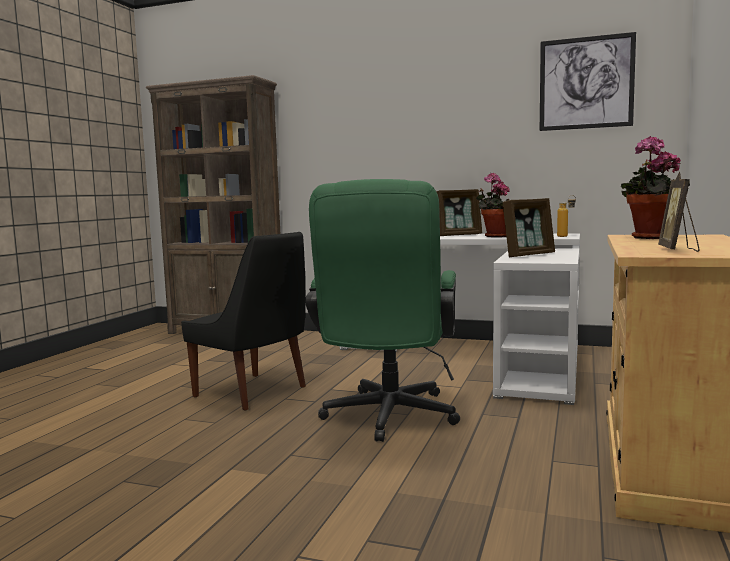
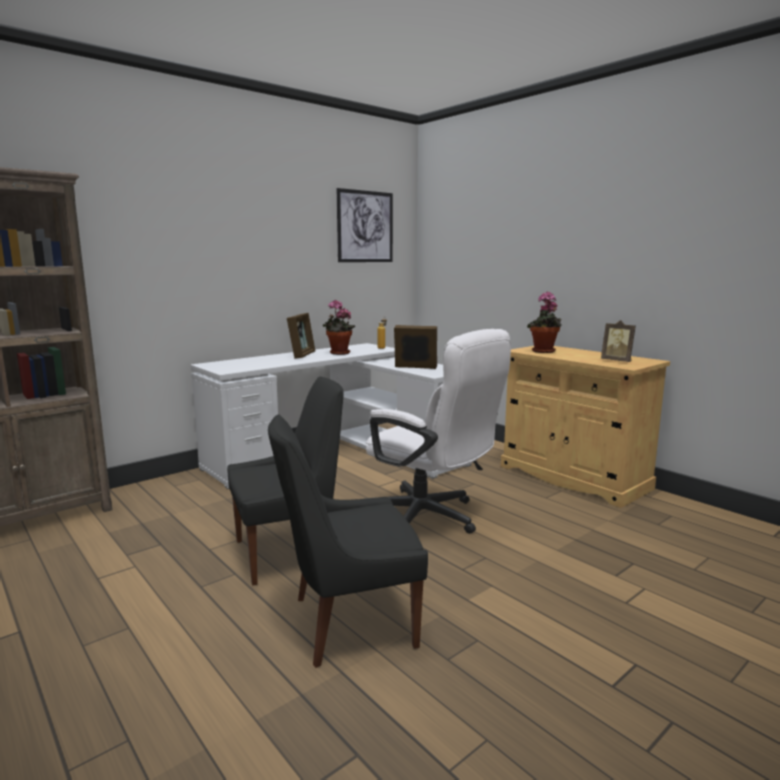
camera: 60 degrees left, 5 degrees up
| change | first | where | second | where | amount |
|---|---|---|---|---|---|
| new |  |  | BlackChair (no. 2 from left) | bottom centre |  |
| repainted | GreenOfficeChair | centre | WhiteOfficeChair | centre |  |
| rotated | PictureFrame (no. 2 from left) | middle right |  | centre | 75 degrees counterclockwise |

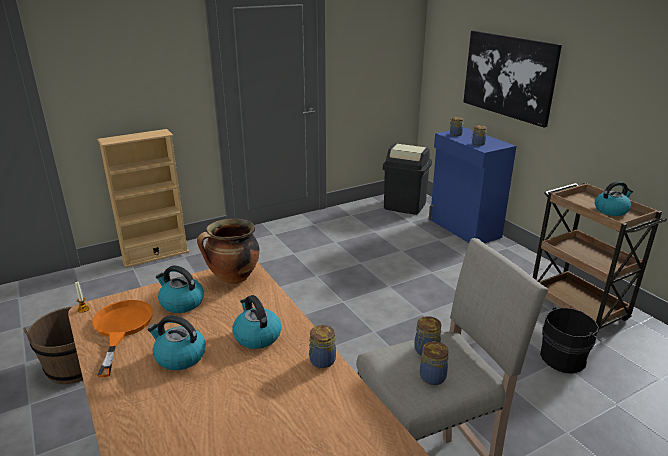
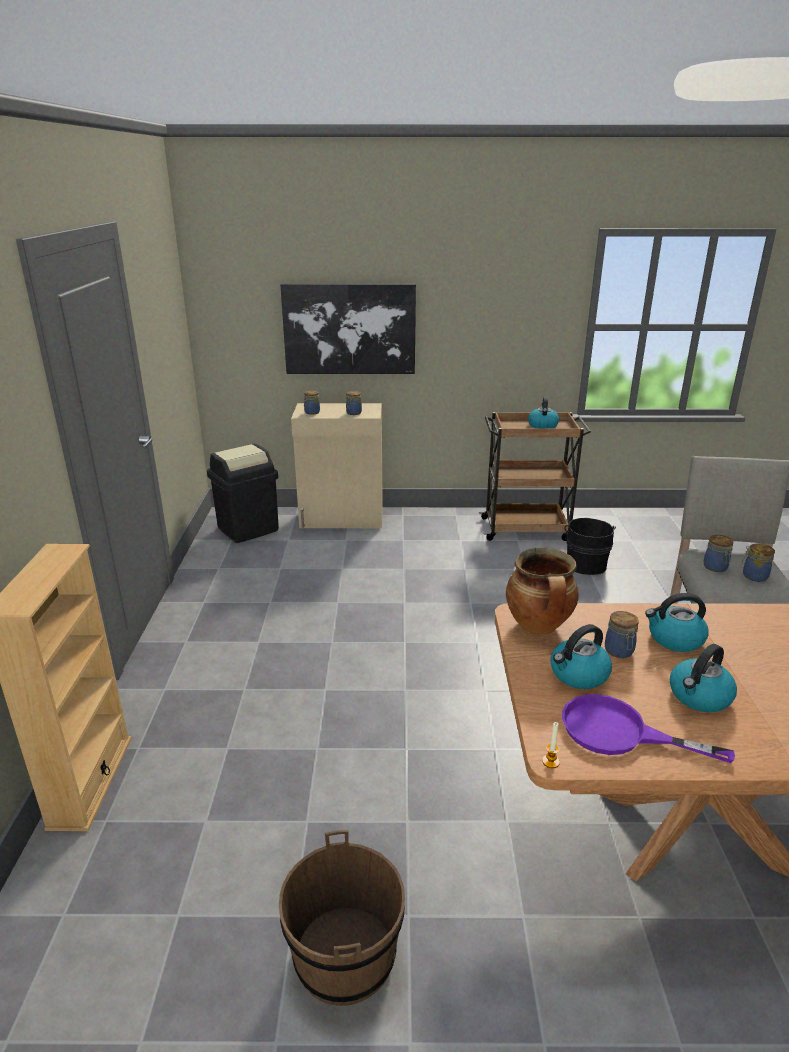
camera: 60 degrees left, 0 degrees up
| change | first | where | second | where | amount |
|---|---|---|---|---|---|
| repainted | BlueCabinet | middle right | BeigeCabinet | centre |  |
| repainted | OrangeFryingPan | bottom left | PurpleFryingPan | bottom right |  |
| shifted | Jar (no. 1 from left in the first image) | bottom centre | Jar (no. 3 from left) | middle right |  |

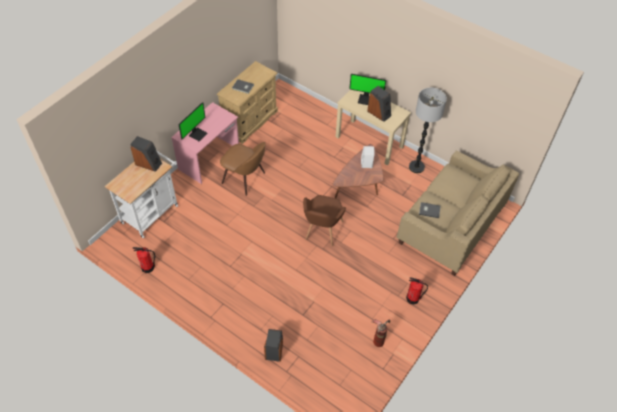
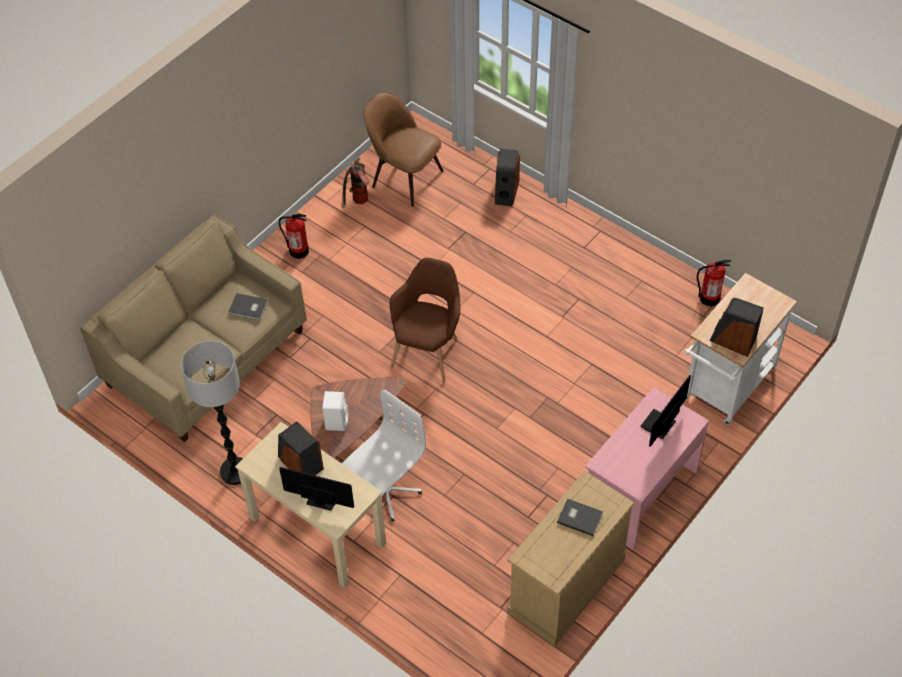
camera: 175 degrees left, 0 degrees up
| change | first | where | second | where | amount |
|---|---|---|---|---|---|
| new |  |  | WhiteOfficeChair | bottom centre |  |
| shifted | BrownChair | centre |  | top centre |  |

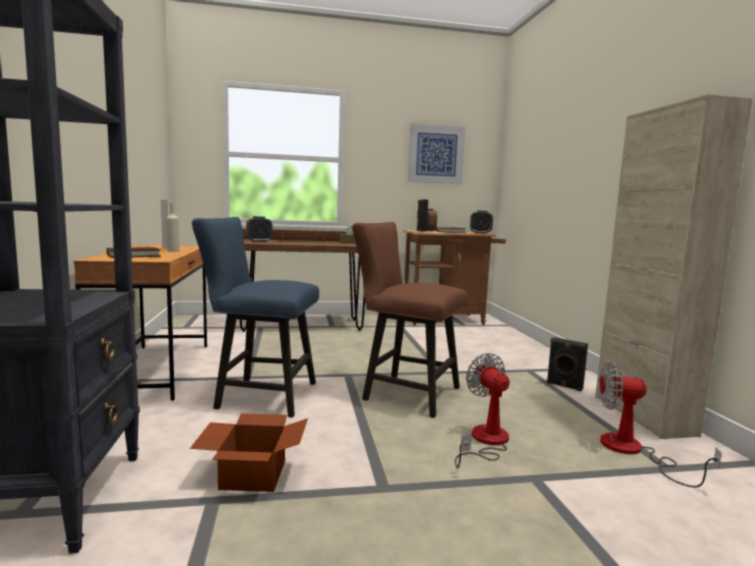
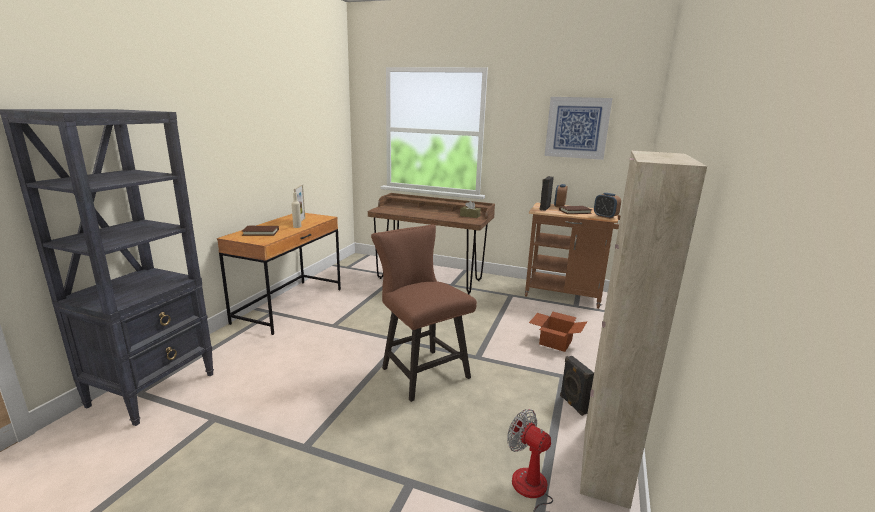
camera: 30 degrees right, 10 degrees up
| change | first | where | second | where | amount |
|---|---|---|---|---|---|
| shifted | CardboardBox | bottom left |  | centre |  |
| gone | BlueChair | centre |  |  |  |
| gone | AlarmClock (no. 1 from left) | centre |  |  |  |
| gone | Fan (no. 1 from left) | bottom centre |  |  |  |

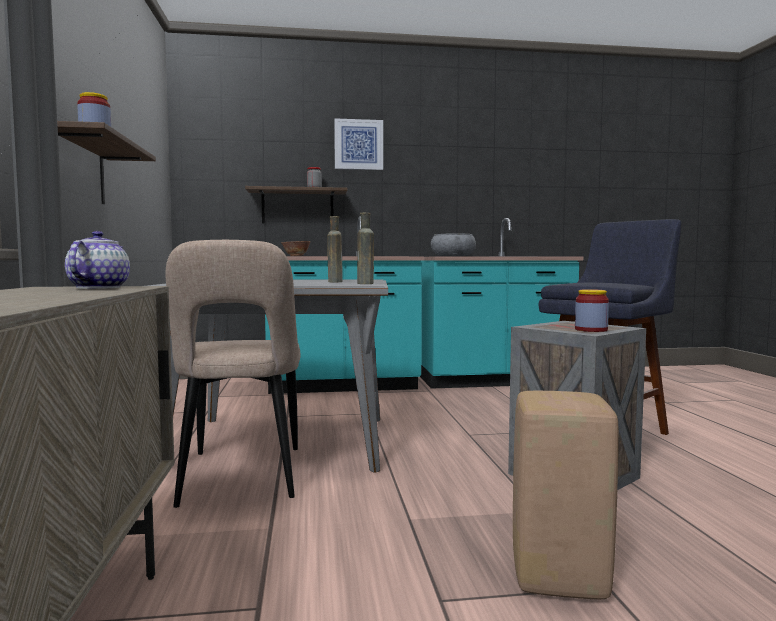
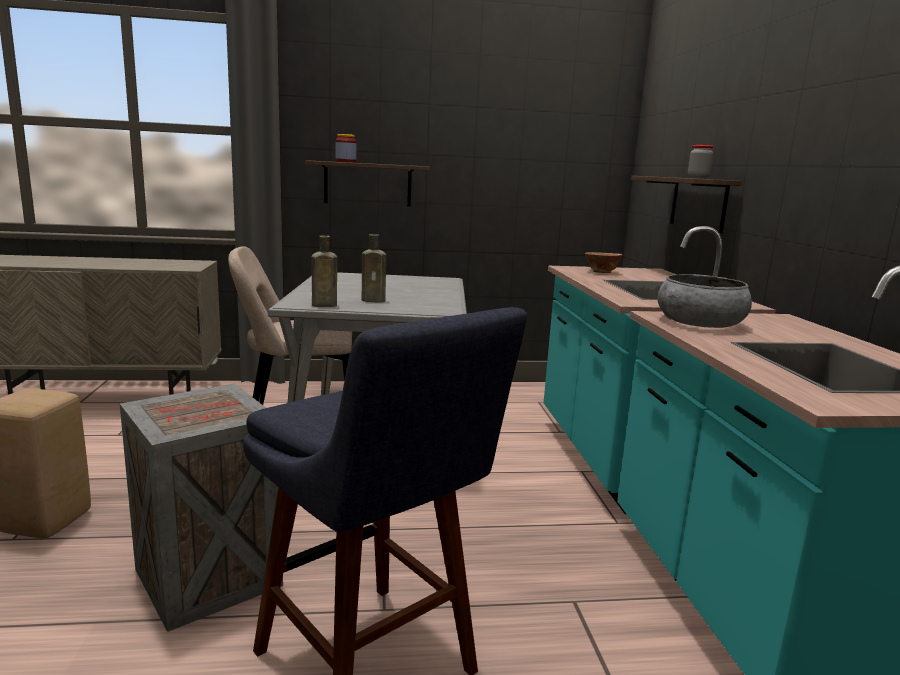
camera: 90 degrees right, 10 degrees up
| change | first | where | second | where | amount |
|---|---|---|---|---|---|
| gone | Teapot | middle left |  |  |  |
| gone | Picture | top centre |  |  |  |
| gone | Jar (no. 3 from left) | middle right |  |  |  |

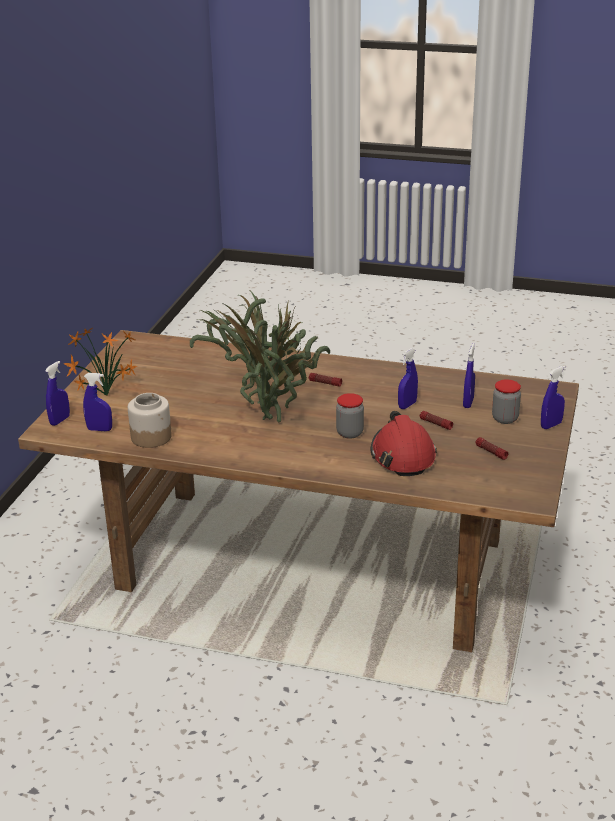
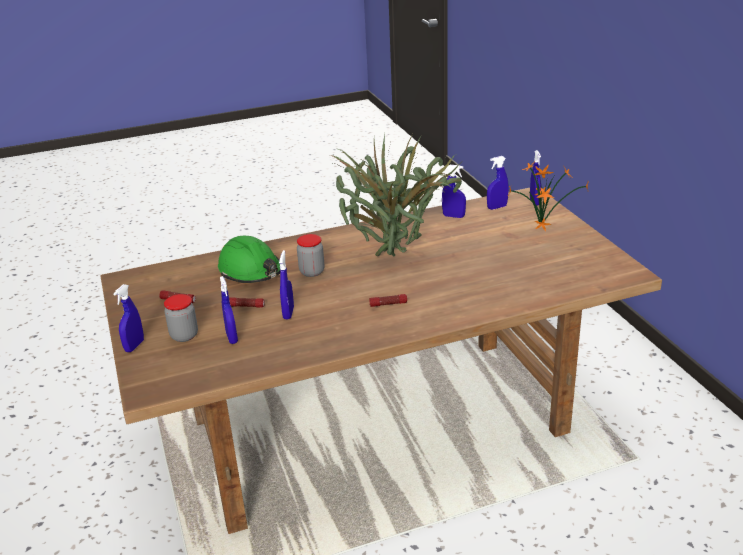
camera: 145 degrees right, 0 degrees up
| change | first | where | second | where | amount |
|---|---|---|---|---|---|
| repainted | RedHardHat | centre | GreenHardHat | centre |  |
| swapped | Jar (no. 1 from left) | middle left | BlueSprayBottle (no. 4 from left) | centre |  |

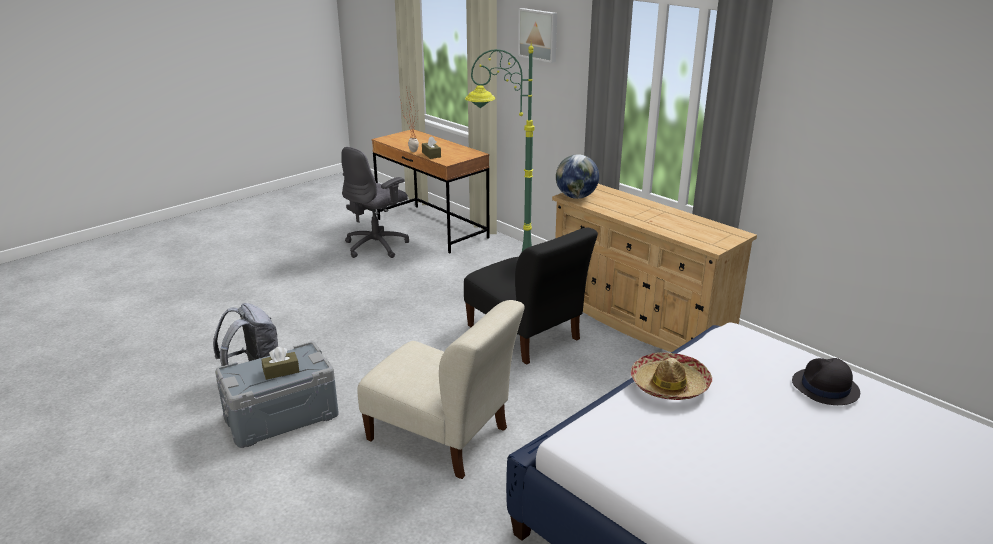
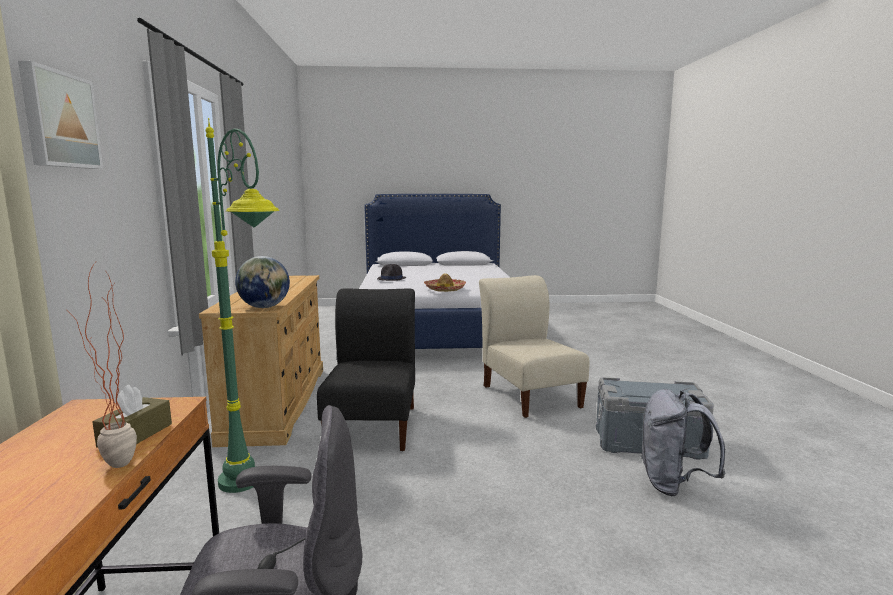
camera: 140 degrees left, 15 degrees down
| change | first | where | second | where | amount |
|---|---|---|---|---|---|
| gone | BrownTissueBox (no. 1 from left) | bottom left |  |  |  |

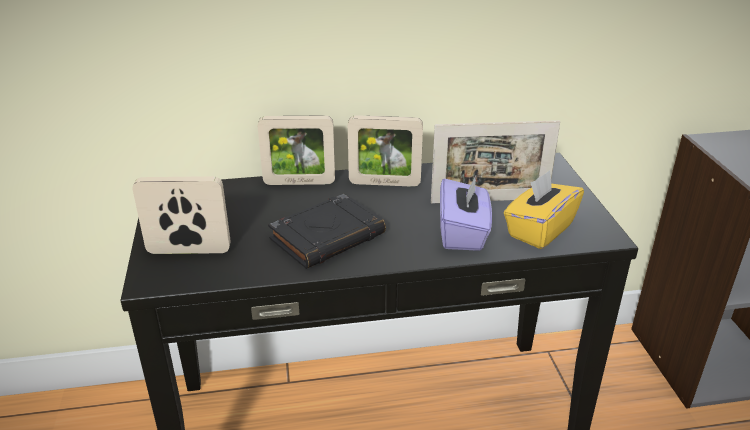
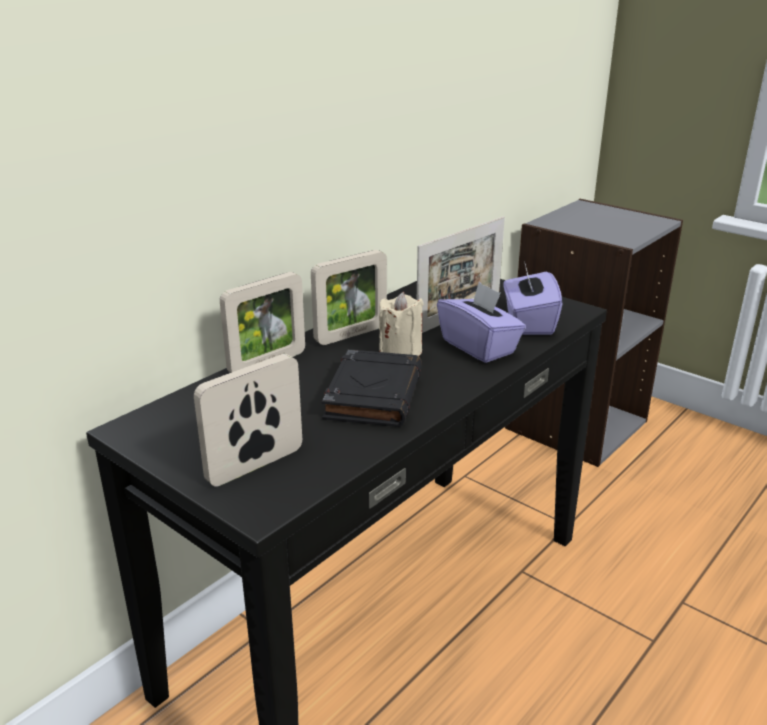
camera: 40 degrees left, 5 degrees down
| change | first | where | second | where | amount |
|---|---|---|---|---|---|
| new |  |  | BeigeCandle | centre |  |
| repainted | YellowTissueBox | middle right | PurpleTissueBox (no. 2 from left) | middle right |  |

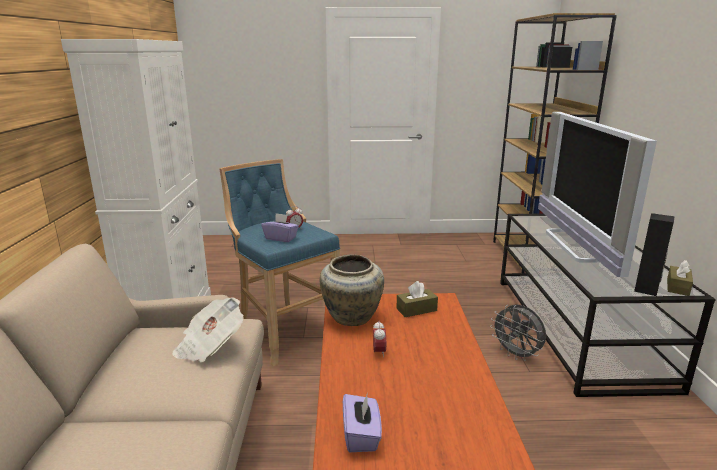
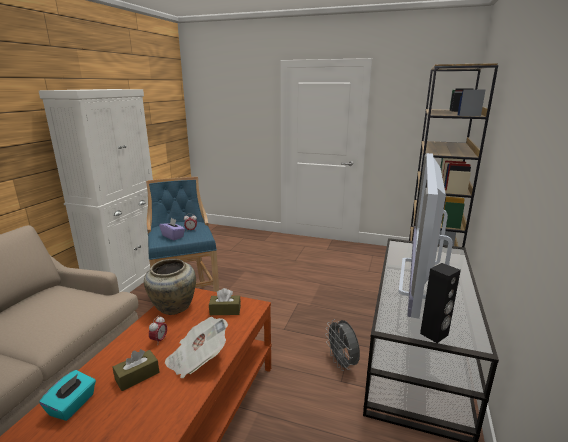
camera: 20 degrees right, 0 degrees up
| change | first | where | second | where | amount |
|---|---|---|---|---|---|
| repainted | PurpleTissueBox (no. 2 from left) | bottom centre | TurquoiseTissueBox | bottom left |  |
| shifted | BrownTissueBox (no. 2 from left in the first image) | middle right | BrownTissueBox (no. 1 from left) | bottom left |  |
| shifted | Newspaper | bottom left |  | bottom centre |  |

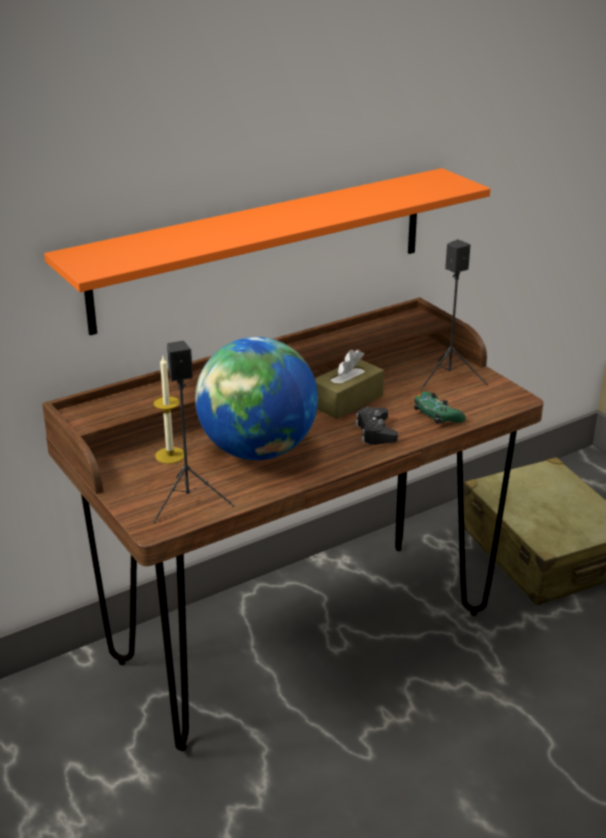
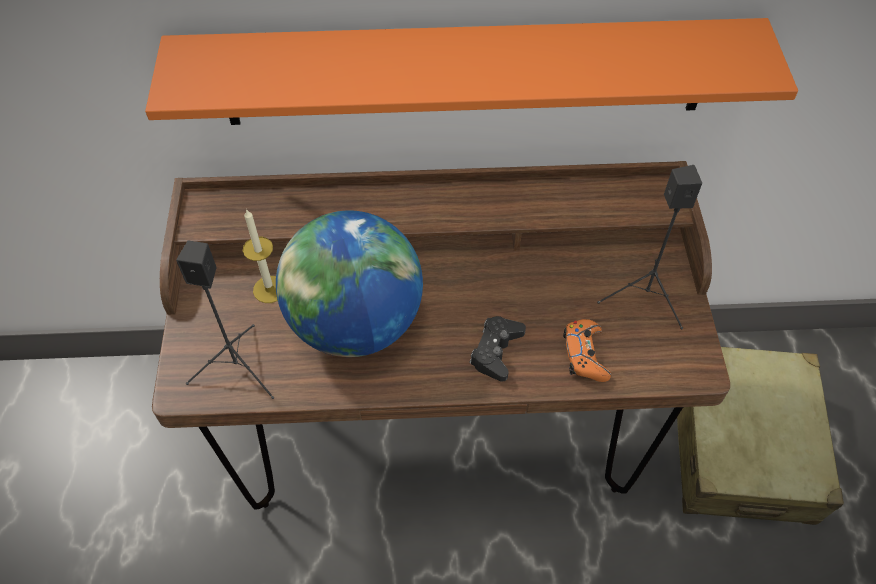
camera: 30 degrees right, 25 degrees up
| change | first | where | second | where | amount |
|---|---|---|---|---|---|
| repainted | GreenGameController | middle right | OrangeGameController | middle right |  |
| gone | BrownTissueBox | centre |  |  |  |

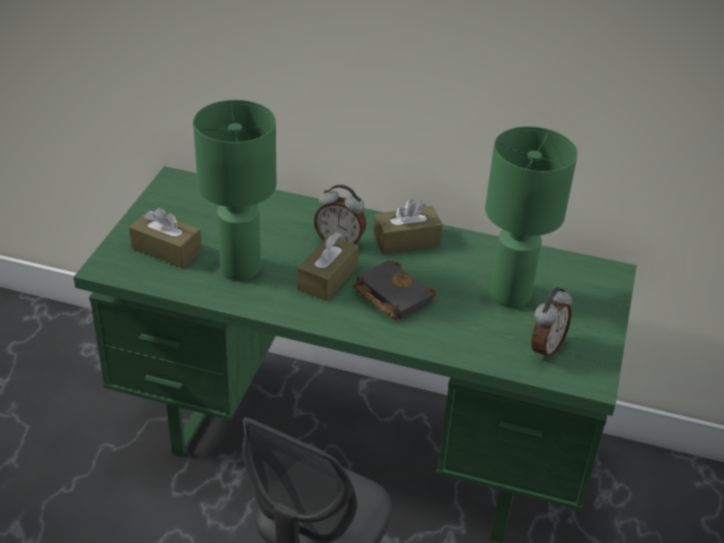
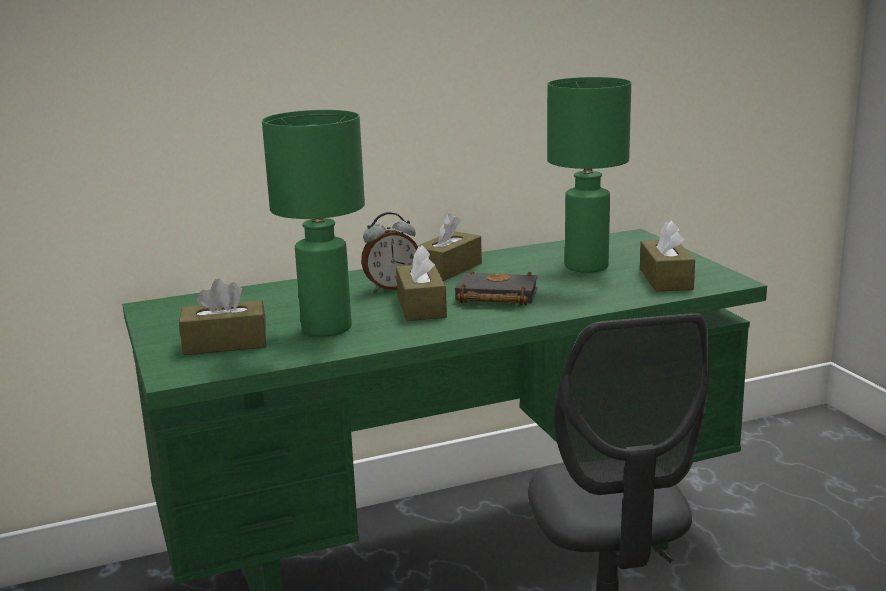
camera: 35 degrees left, 20 degrees down
| change | first | where | second | where | amount |
|---|---|---|---|---|---|
| swapped | AlarmClock (no. 2 from left) | middle right | BrownTissueBox (no. 4 from left) | middle right |  |

